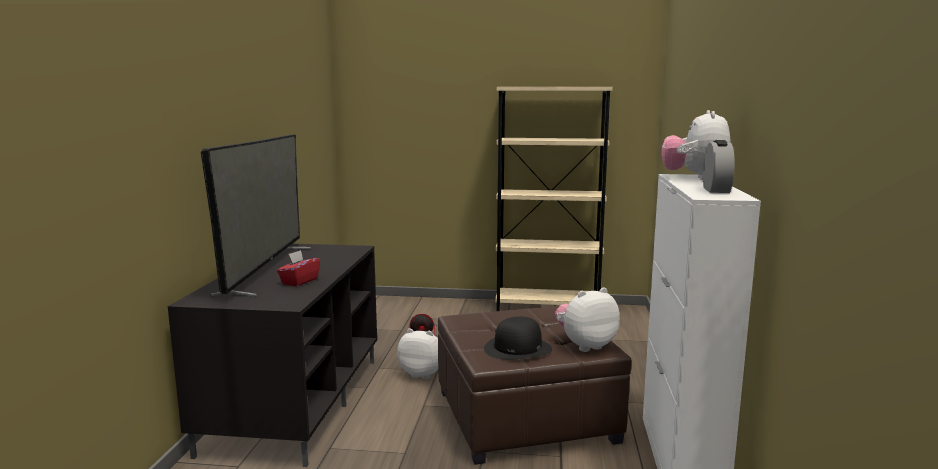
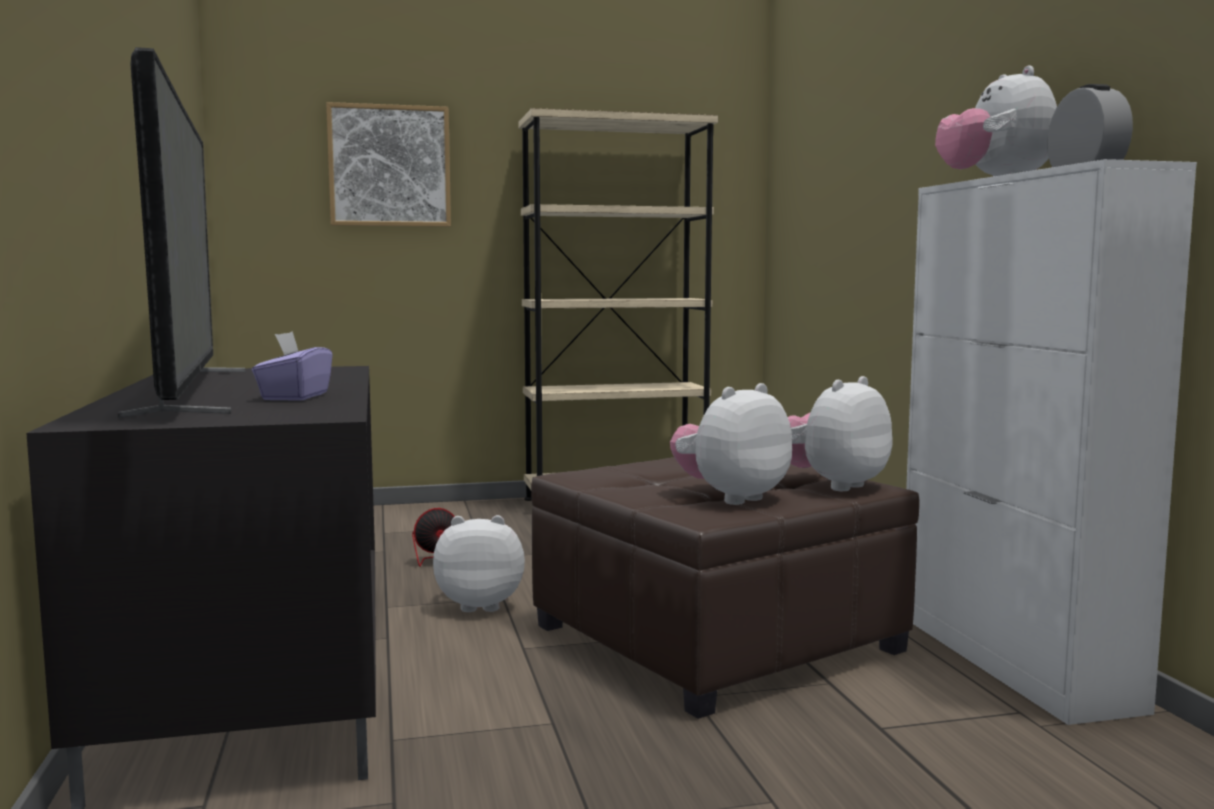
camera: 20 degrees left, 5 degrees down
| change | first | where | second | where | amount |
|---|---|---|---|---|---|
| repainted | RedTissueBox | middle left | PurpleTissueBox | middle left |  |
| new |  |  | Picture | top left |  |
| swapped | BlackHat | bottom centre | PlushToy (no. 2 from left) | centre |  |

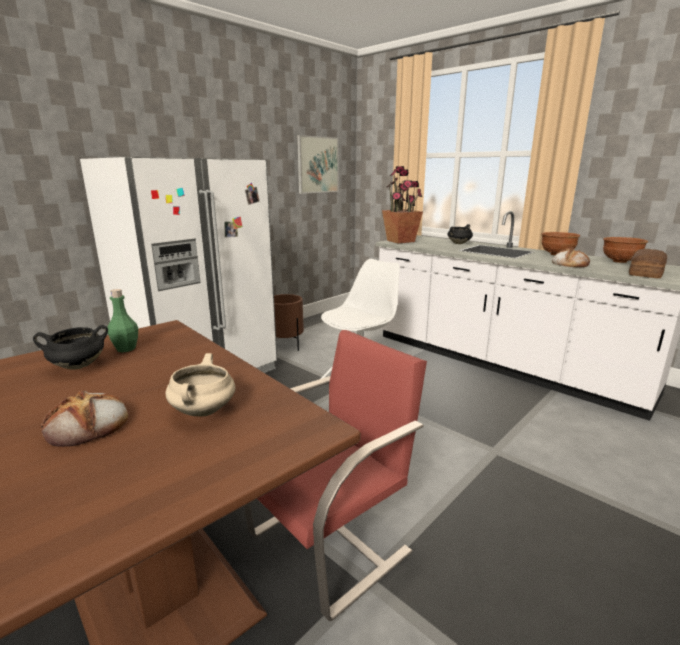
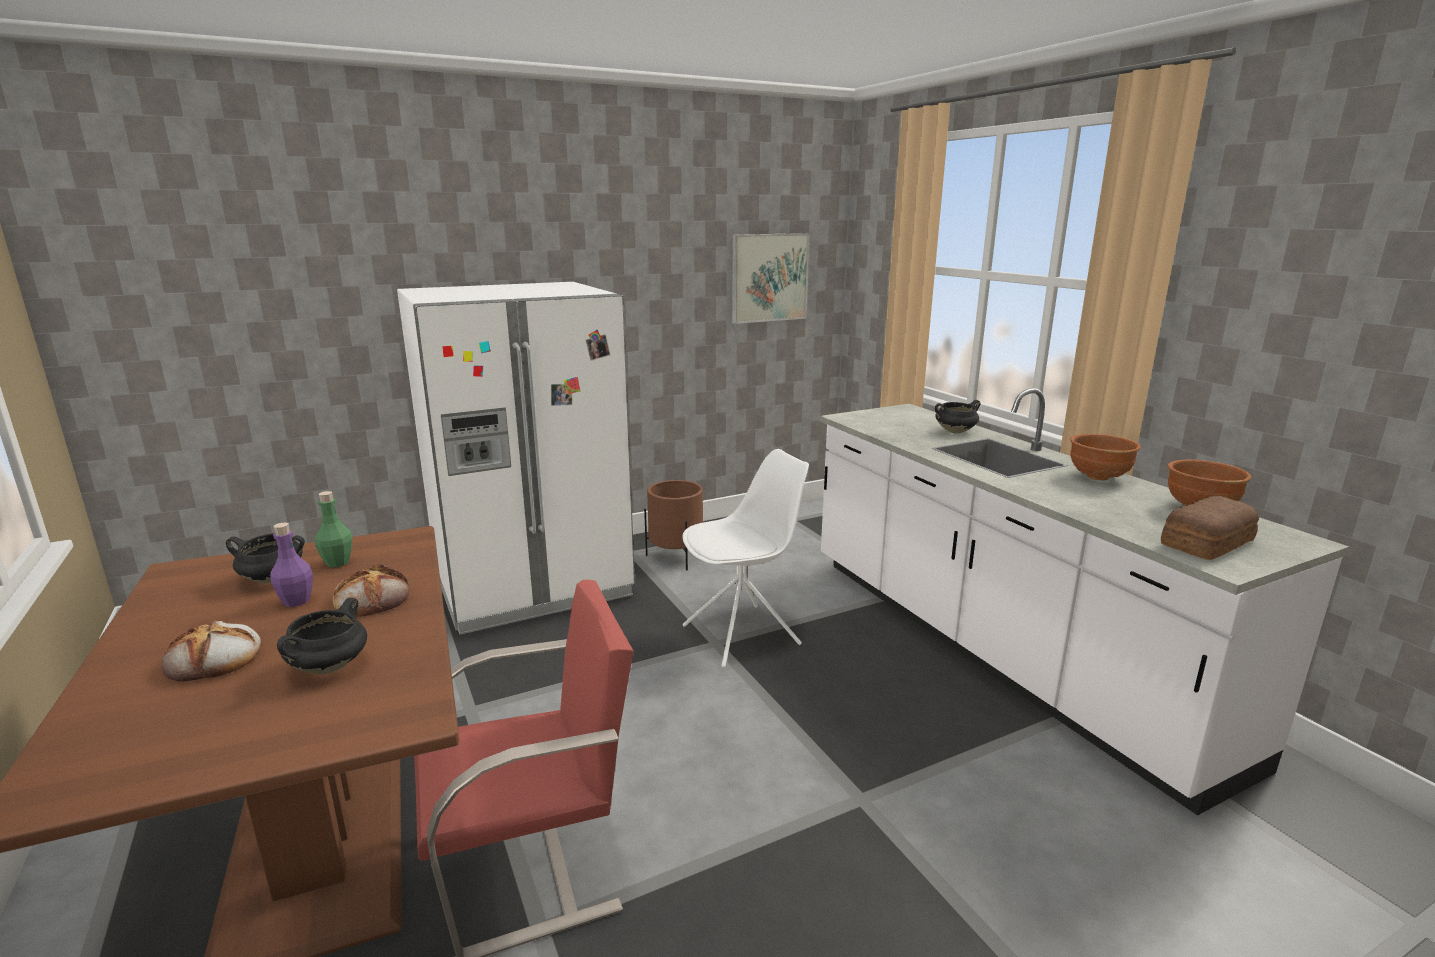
camera: 20 degrees right, 0 degrees up
| change | first | where | second | where | amount |
|---|---|---|---|---|---|
| new |  |  | PurpleBottle | middle left |  |
| repainted | BeigeCookingPot | middle left | BlackCookingPot (no. 2 from left) | middle left |  |
| shifted | Bread (no. 2 from left) | middle right |  | middle left |  |
| gone | PottedPlant | top centre |  |  |  |

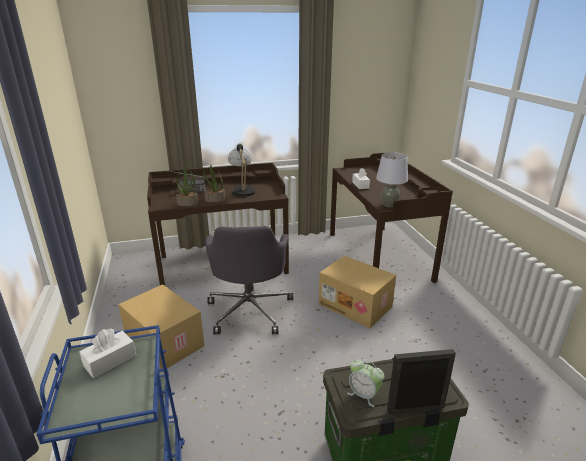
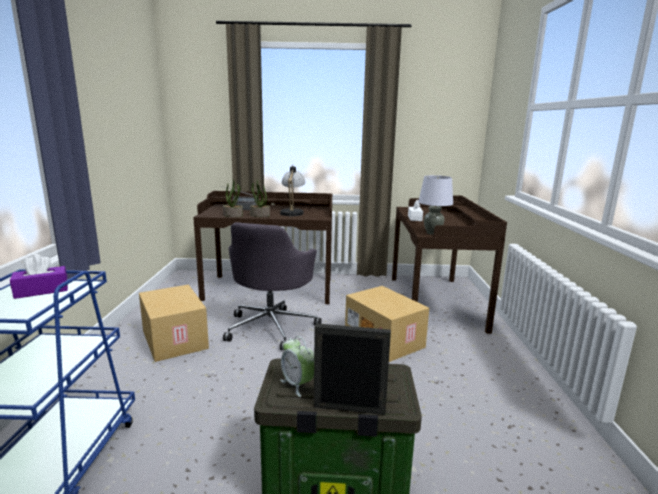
camera: 15 degrees right, 10 degrees down
| change | first | where | second | where | amount |
|---|---|---|---|---|---|
| repainted | WhiteTissueBox (no. 1 from left) | bottom left | PurpleTissueBox | middle left |  |

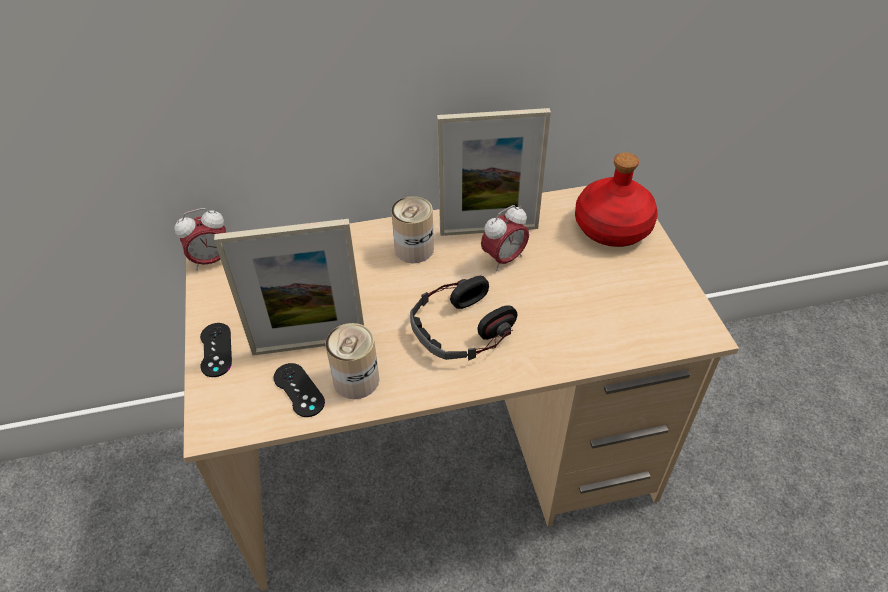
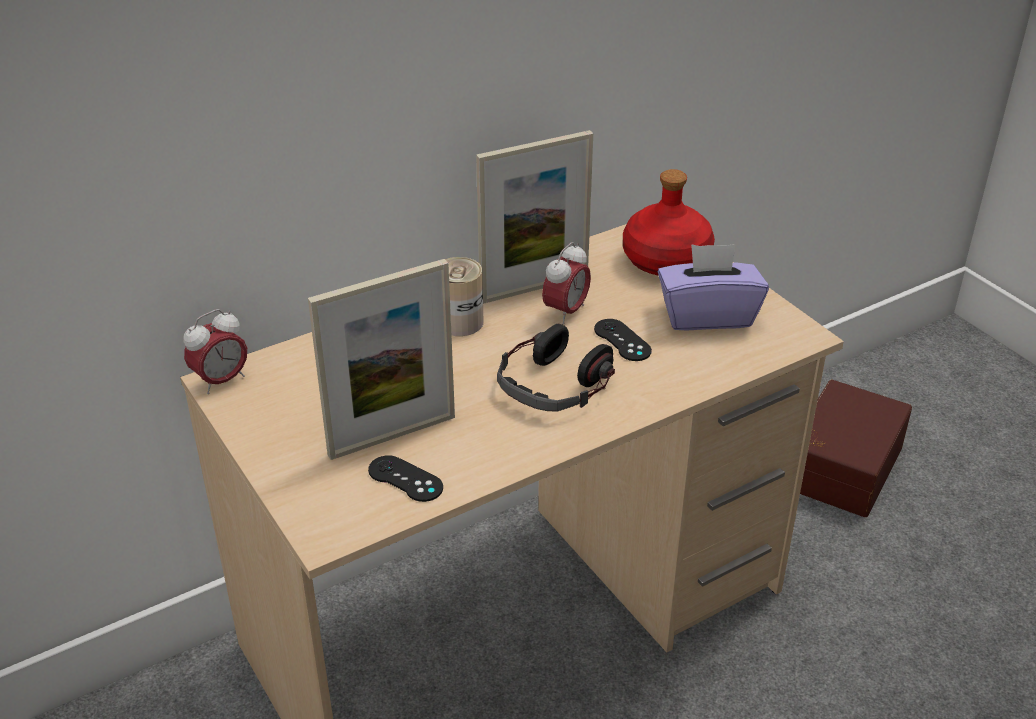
camera: 20 degrees left, 10 degrees down
| change | first | where | second | where | amount |
|---|---|---|---|---|---|
| shifted | BlackGameController (no. 1 from left in the first image) | middle left | BlackGameController (no. 2 from left) | centre |  |
| new |  |  | PurpleTissueBox | middle right |  |
| new |  |  | BrownStorageBox | middle right |  |
| gone | Can (no. 1 from left) | centre |  |  |  |

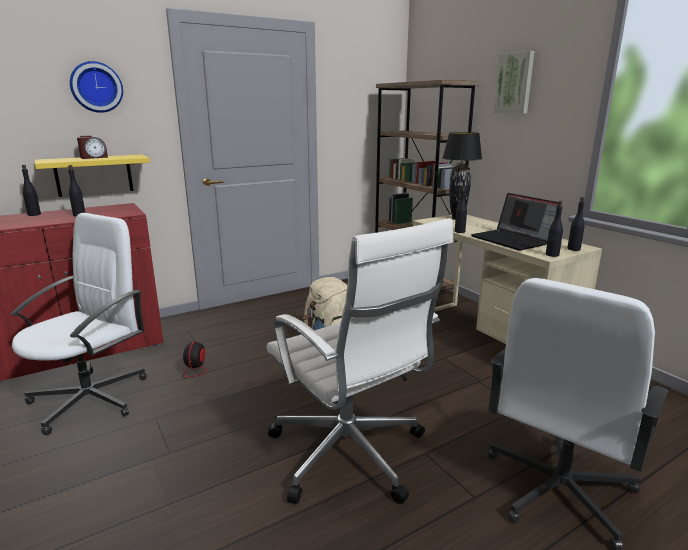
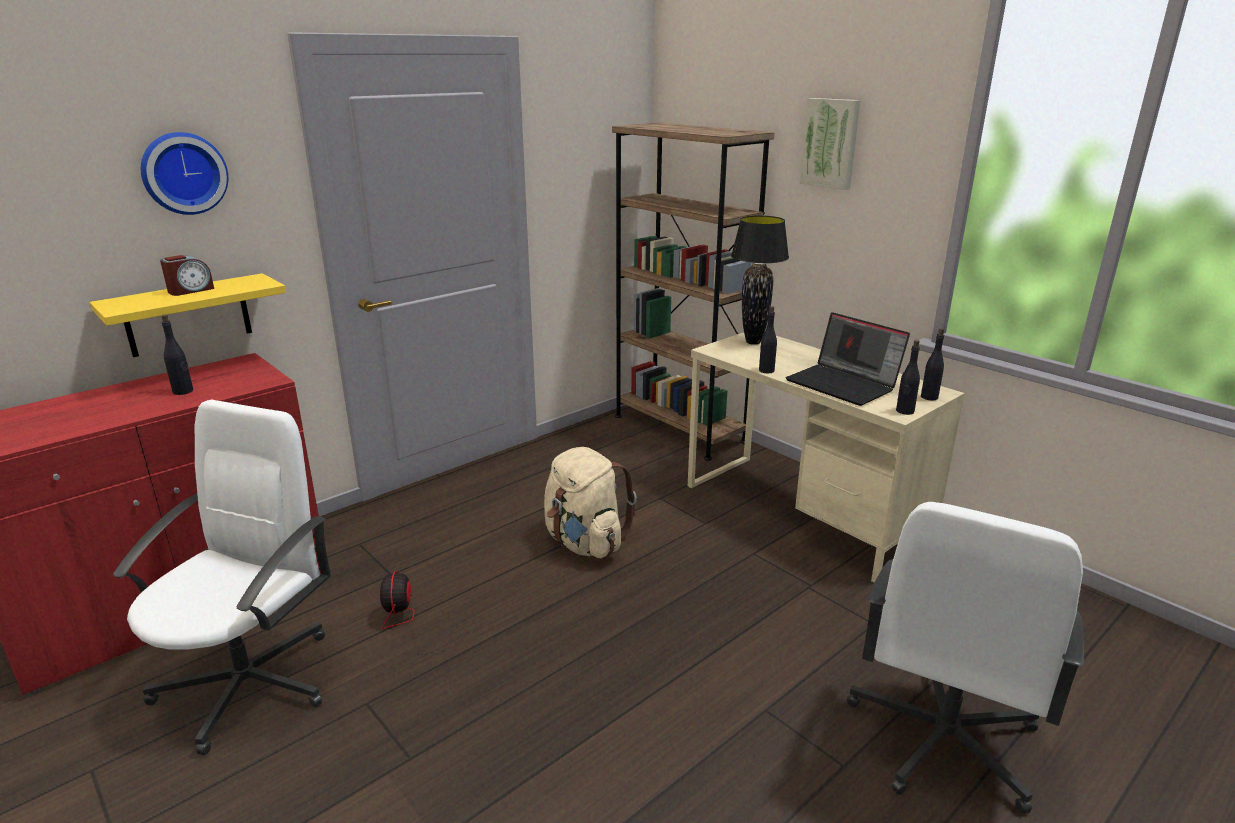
camera: 10 degrees left, 5 degrees up
| change | first | where | second | where | amount |
|---|---|---|---|---|---|
| gone | BlackBottle (no. 1 from left) | middle left |  |  |  |
| gone | WhiteOfficeChair (no. 2 from left) | centre |  |  |  |

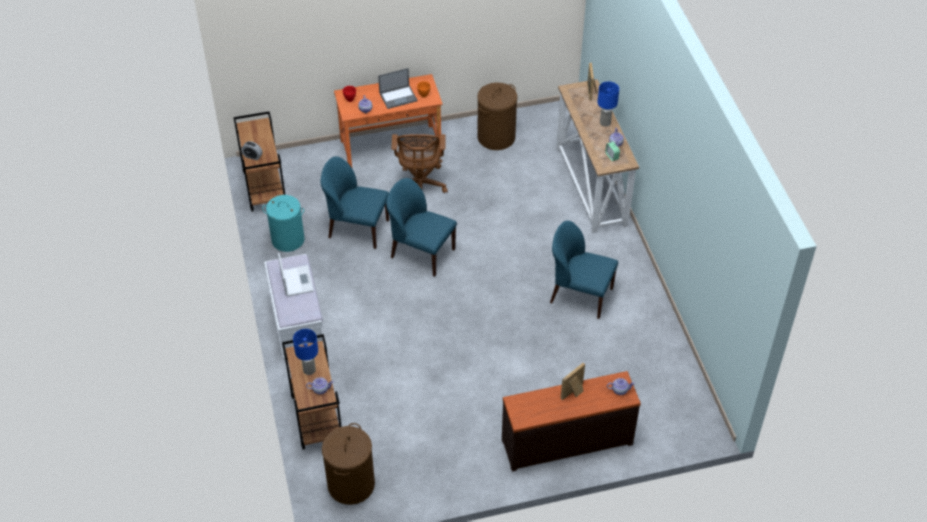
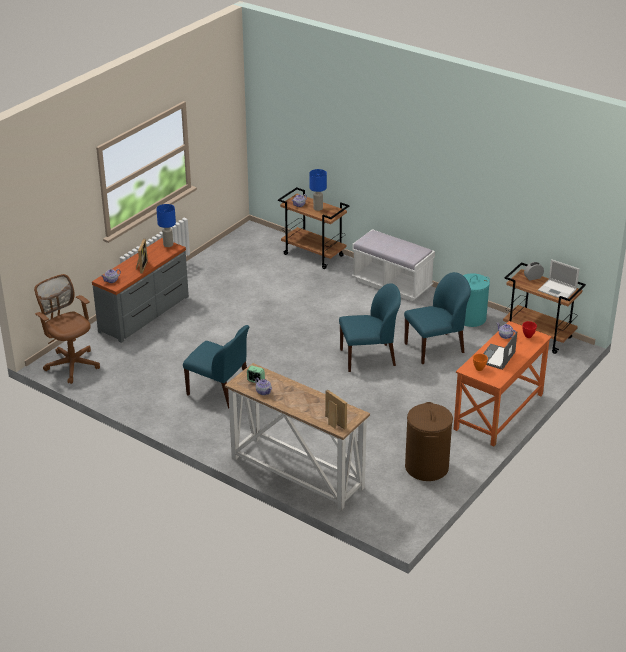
camera: 140 degrees right, 15 degrees down
| change | first | where | second | where | amount |
|---|---|---|---|---|---|
| shifted | BrownOfficeChair | top centre |  | middle left |  |
| repainted | BrownDresser | bottom centre | GreyDresser | middle left |  |
| shifted | BlueTableLamp (no. 2 from left in the first image) | top centre | BlueTableLamp (no. 1 from left) | middle left |  |
| rotated | BlueChair (no. 3 from left in the first image) | centre | BlueChair (no. 1 from left) | centre | 45 degrees clockwise |
| shifted | Laptop (no. 1 from left in the first image) | middle left | Laptop (no. 2 from left) | middle right |  |
| gone | BrownLaundryBasket (no. 1 from left) | bottom centre |  |  |  |

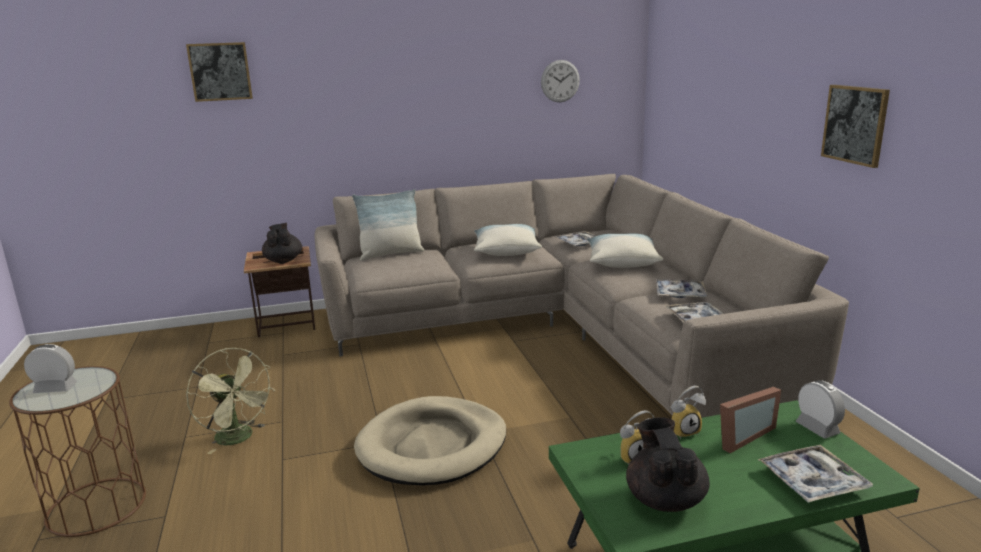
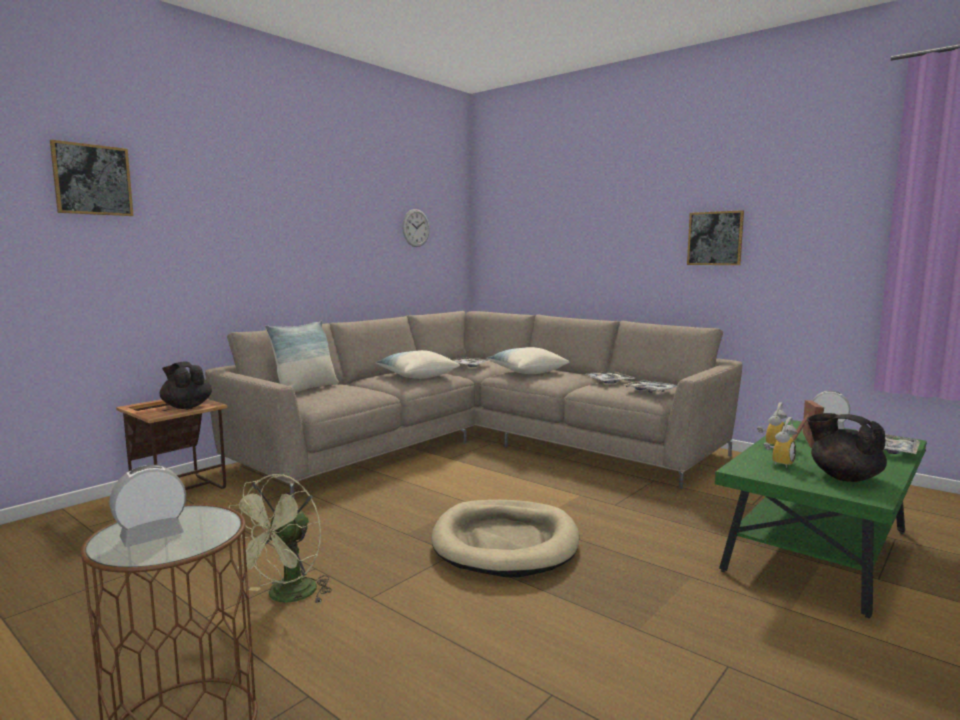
camera: 35 degrees left, 10 degrees down
| change | first | where | second | where | amount |
|---|---|---|---|---|---|
| rotated | GreenFan | bottom left |  | bottom left | 105 degrees clockwise |

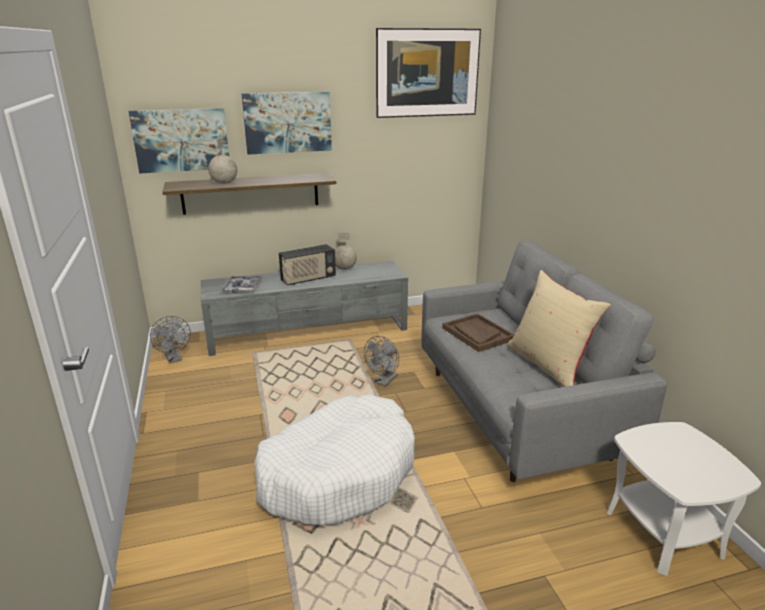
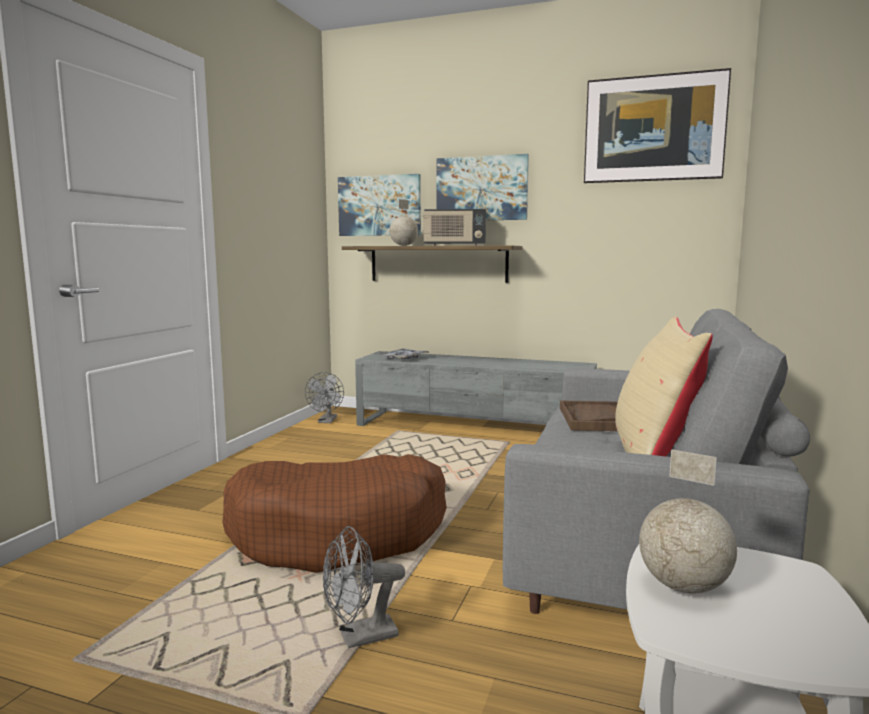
camera: 35 degrees right, 15 degrees down
| change | first | where | second | where | amount |
|---|---|---|---|---|---|
| repainted | WhiteDogBed | bottom centre | BrownDogBed | bottom centre |  |
| shifted | GreyFan (no. 2 from left) | centre |  | bottom centre |  |
| shifted | Radio | centre |  | top centre |  |
| shifted | Globe (no. 2 from left) | centre |  | bottom right |  |

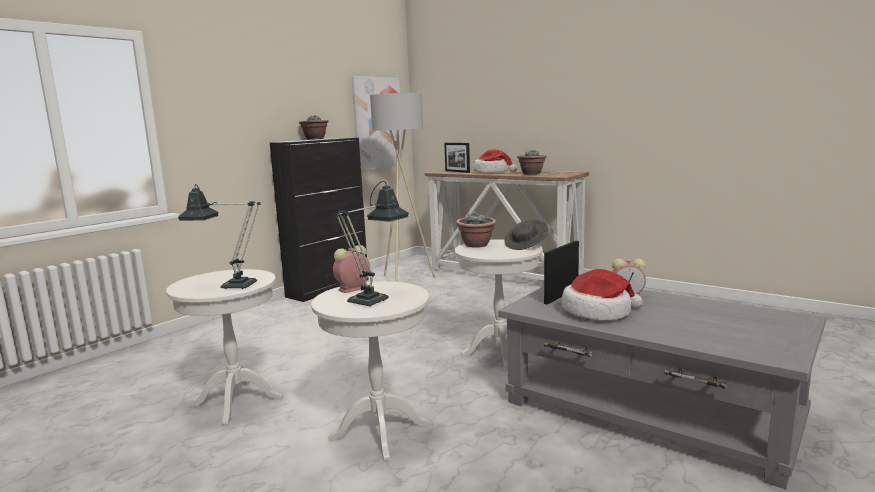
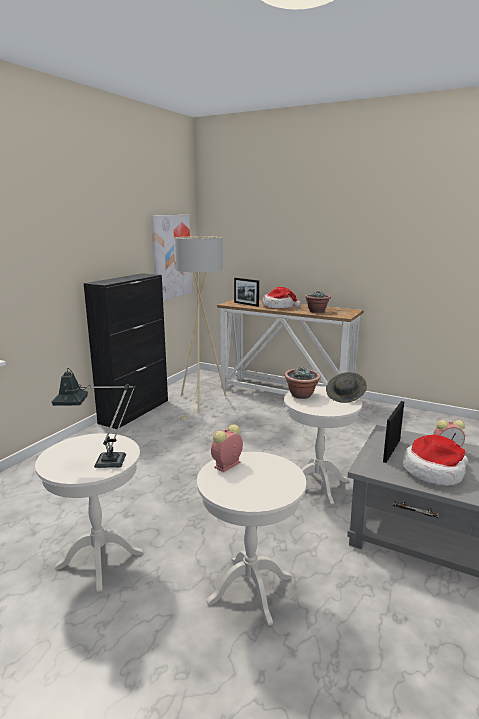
camera: 10 degrees left, 5 degrees up
| change | first | where | second | where | amount |
|---|---|---|---|---|---|
| gone | PottedPlant (no. 1 from left) | top centre |  |  |  |
| gone | TableLamp (no. 2 from left) | centre |  |  |  |

